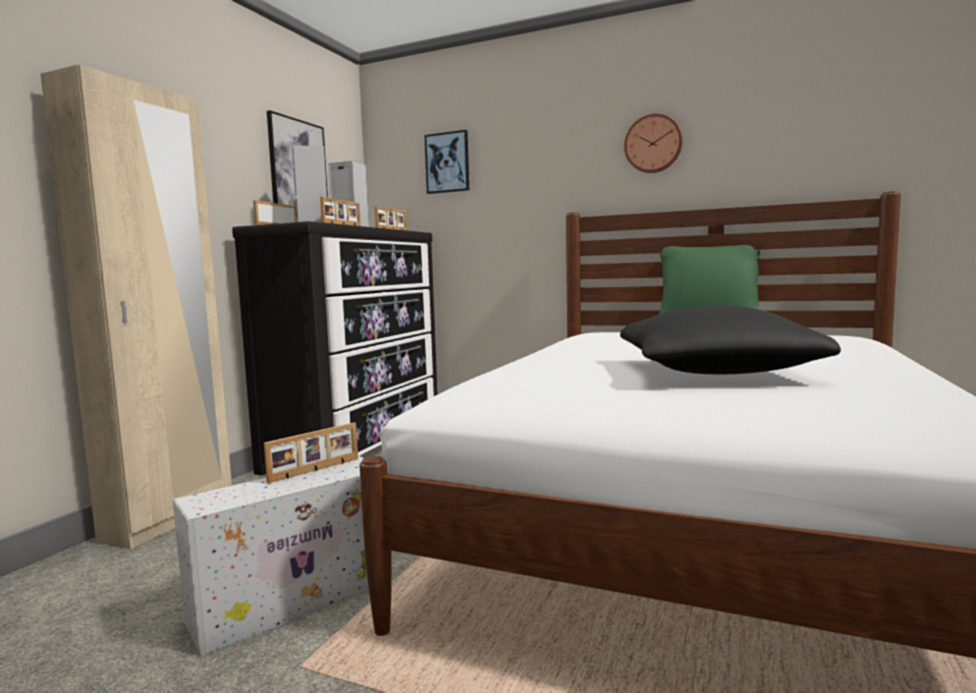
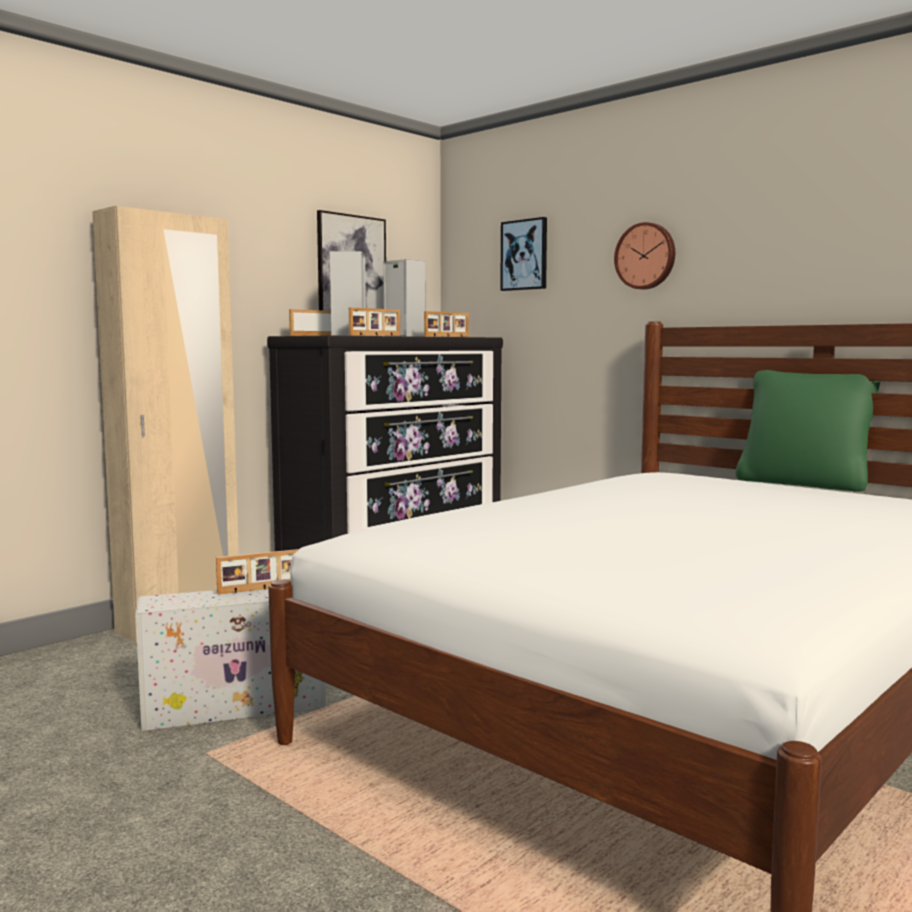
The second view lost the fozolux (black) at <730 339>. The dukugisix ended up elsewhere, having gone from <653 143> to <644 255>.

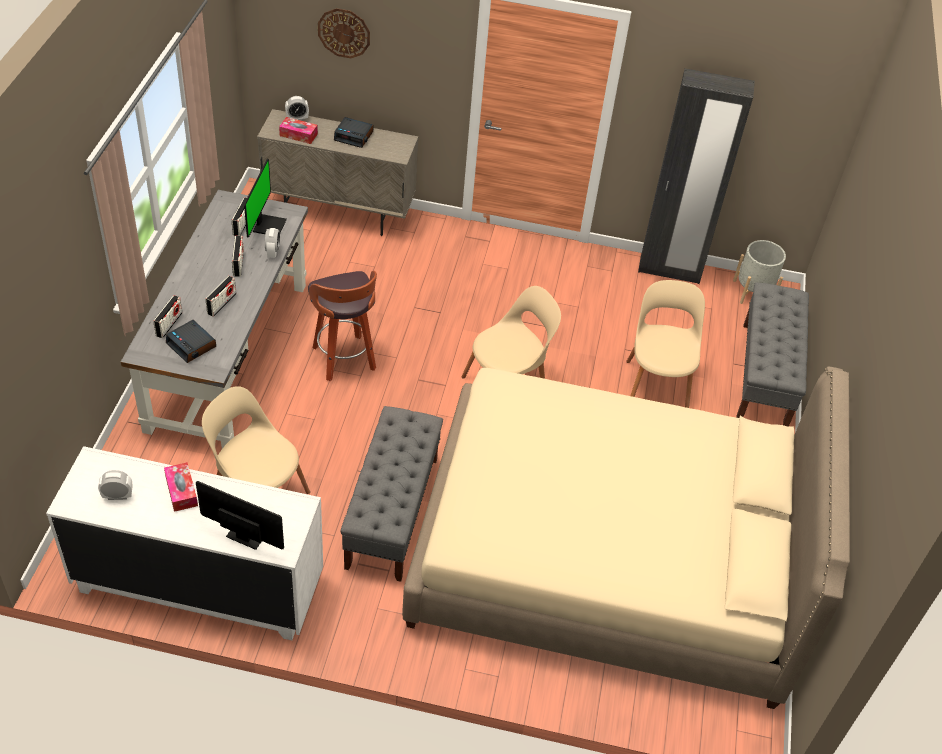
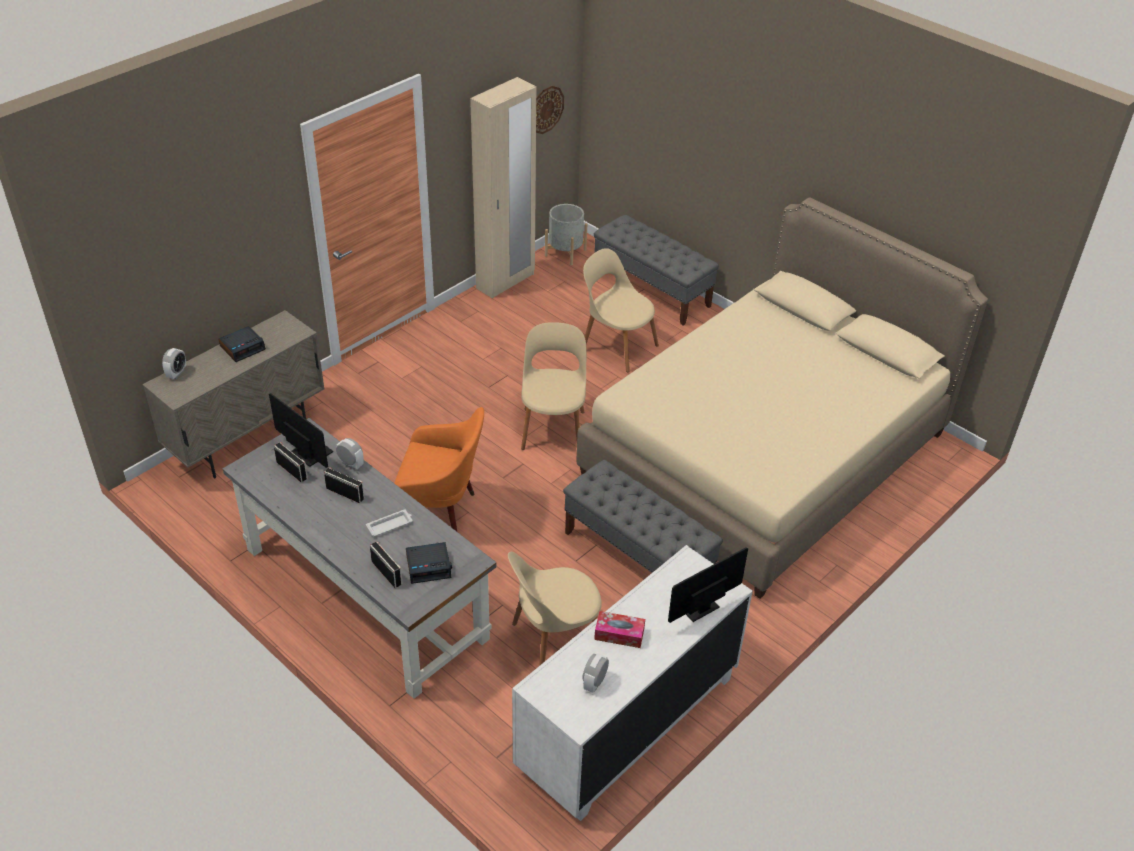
Where the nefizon stood at <221 296>, the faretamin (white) came to stand at <389 523>. The second view lost the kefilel at <298 130>. Where the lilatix stood at <342 326>, the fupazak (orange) came to stand at <439 469>. The dukugisix ended up elsewhere, having gone from <344 33> to <550 110>. What was the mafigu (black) at <696 176> turned into the mafigu (beige) at <503 188>.

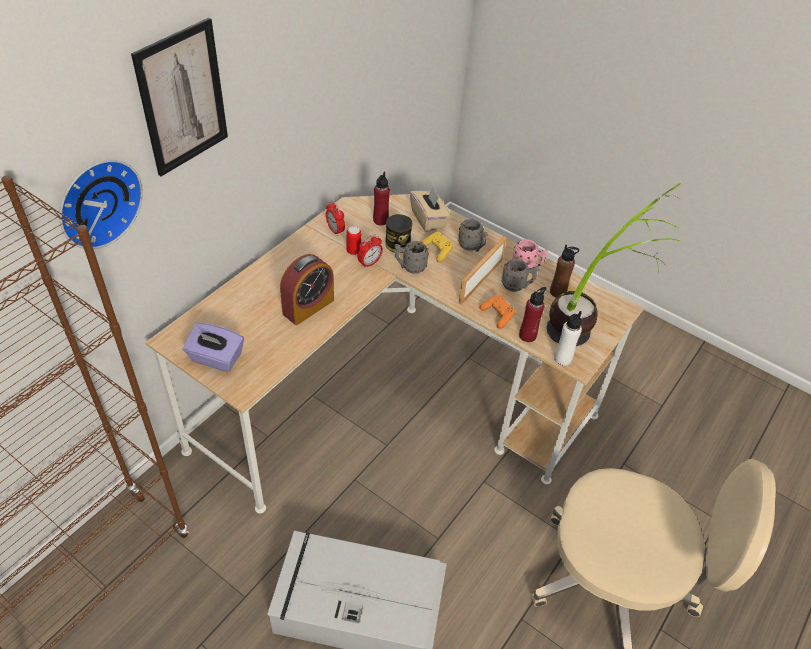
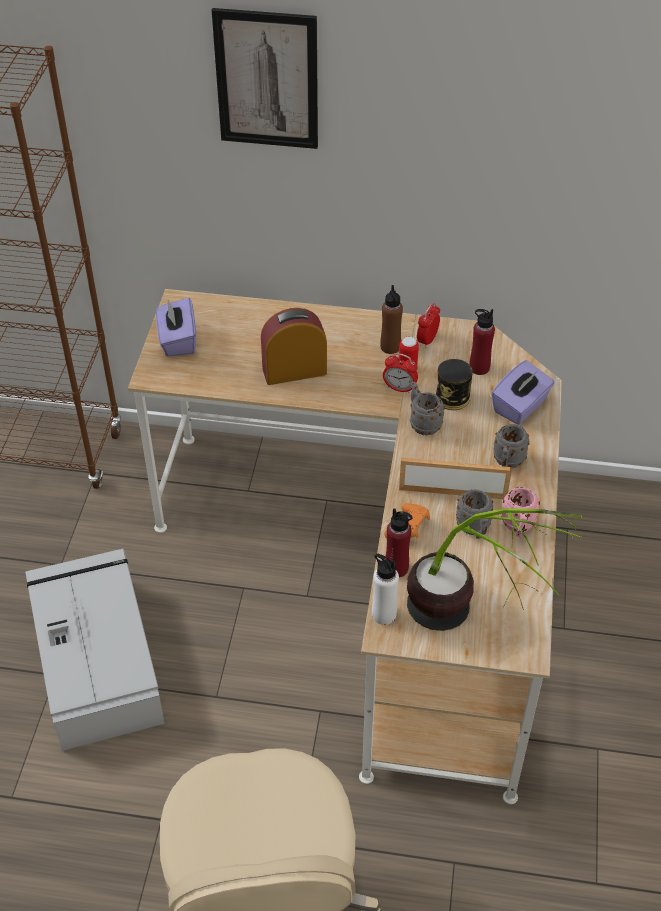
The second view lost the dukugisix at <101 204>. The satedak at <307 289> ended up facing another way, 150 degrees clockwise from before. What was the kefilel (beige) at <430 209> turned into the kefilel (purple) at <523 392>. The second view lost the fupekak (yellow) at <437 247>. The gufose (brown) ended up elsewhere, having gone from <564 271> to <391 319>.

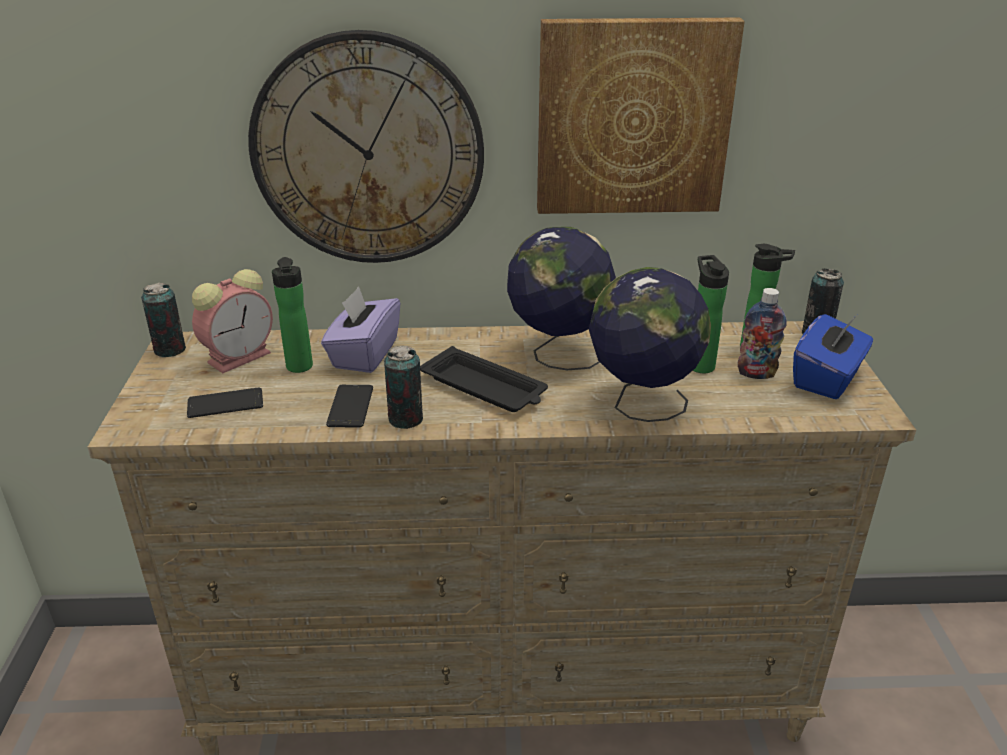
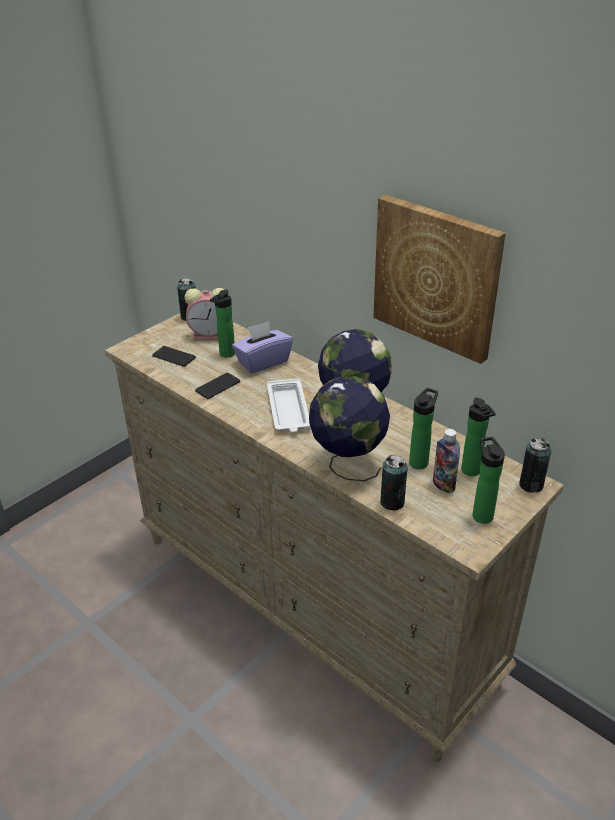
The second view lost the dukugisix at <366 146>. The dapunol ended up elsewhere, having gone from <403 387> to <393 482>. What was the faretamin (black) at <484 379> turned into the faretamin (white) at <288 405>. Where the kefilel (blue) stood at <833 356>, the gufose came to stand at <488 480>.

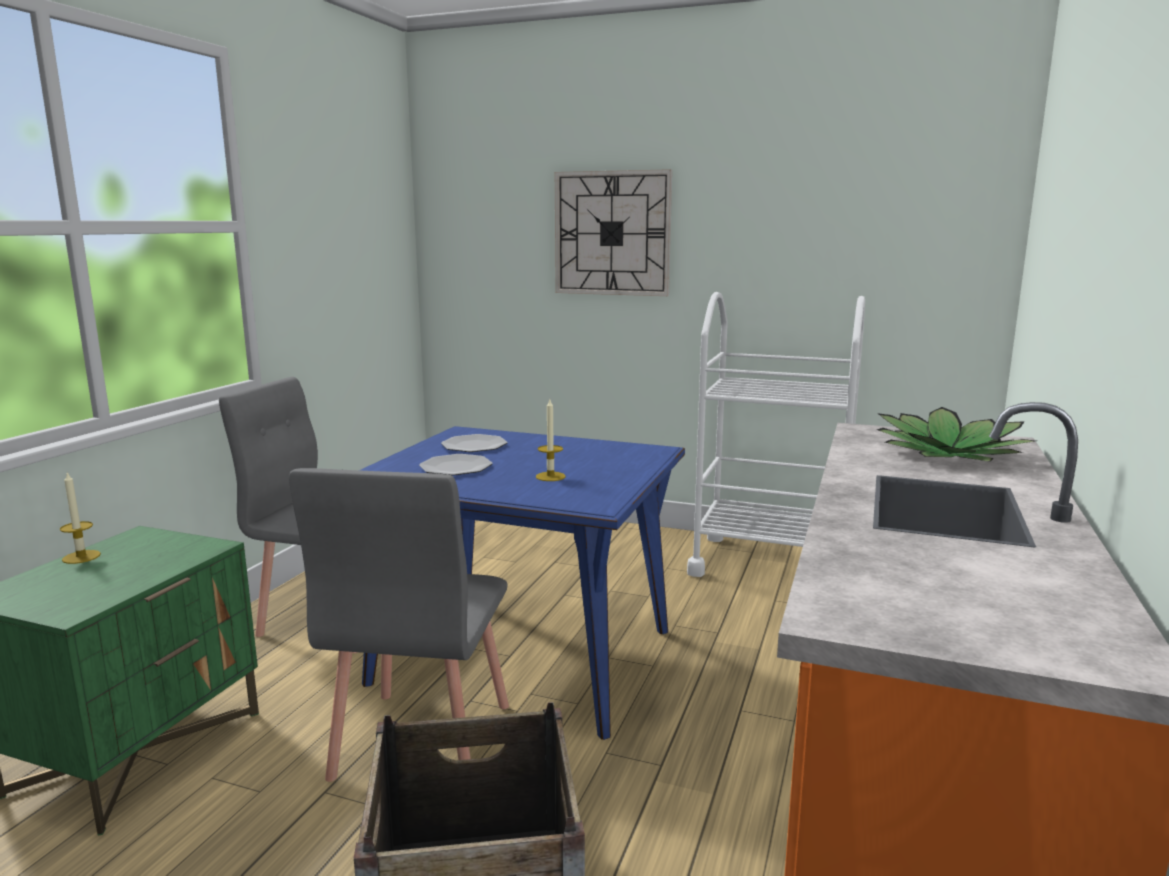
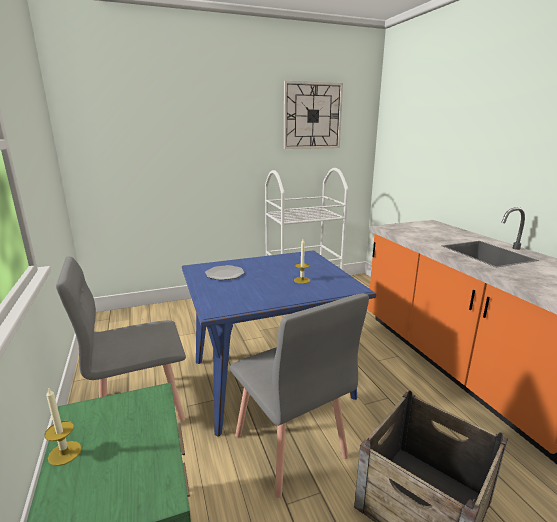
The second view lost the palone at <456 465>. The dukugisix ended up elsewhere, having gone from <613 232> to <313 115>. The second view lost the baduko at <955 434>.

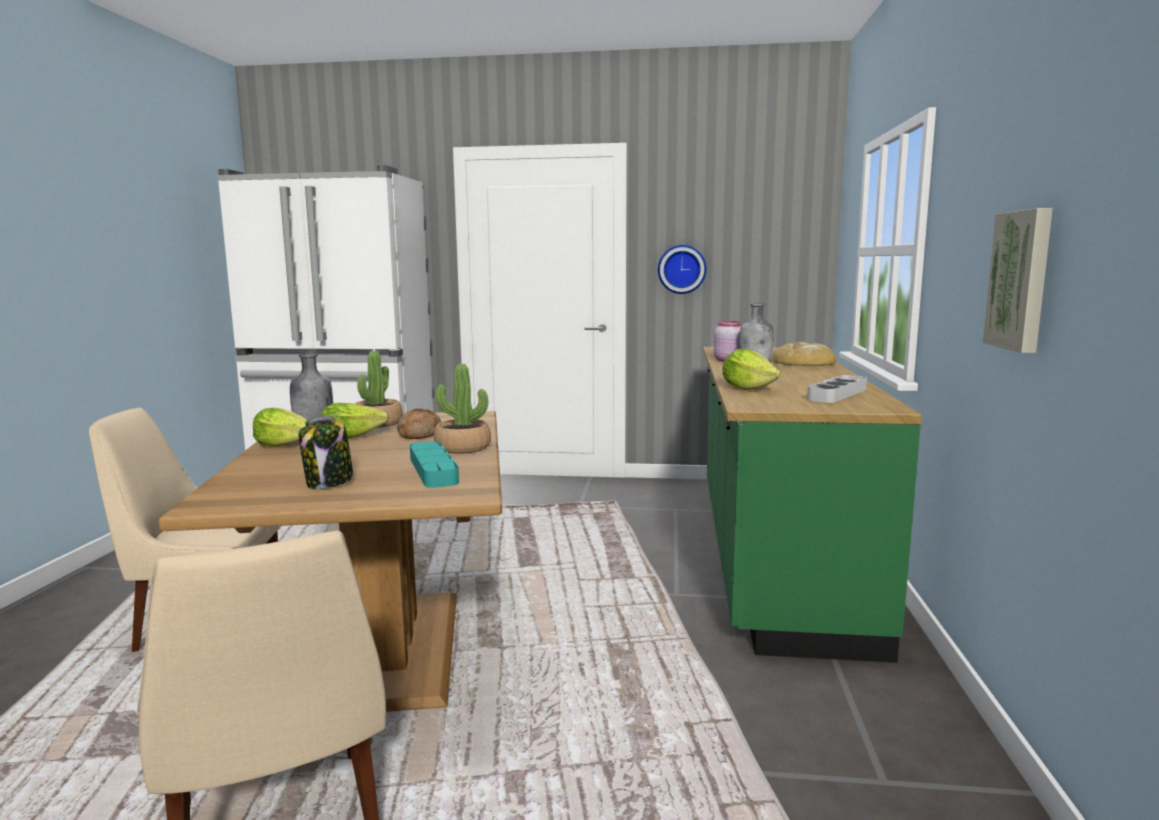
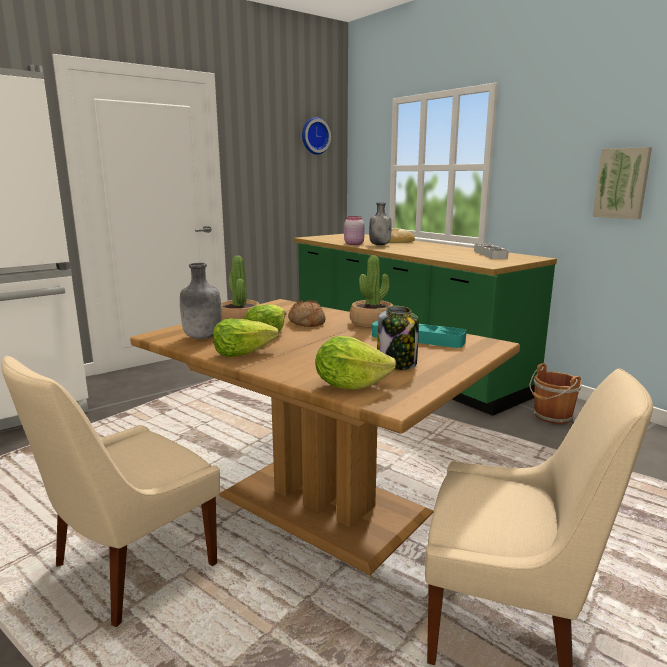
The dukugisix ended up elsewhere, having gone from <682 269> to <316 136>. The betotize ended up elsewhere, having gone from <751 369> to <356 363>. The second view gained the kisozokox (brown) at <555 393>.

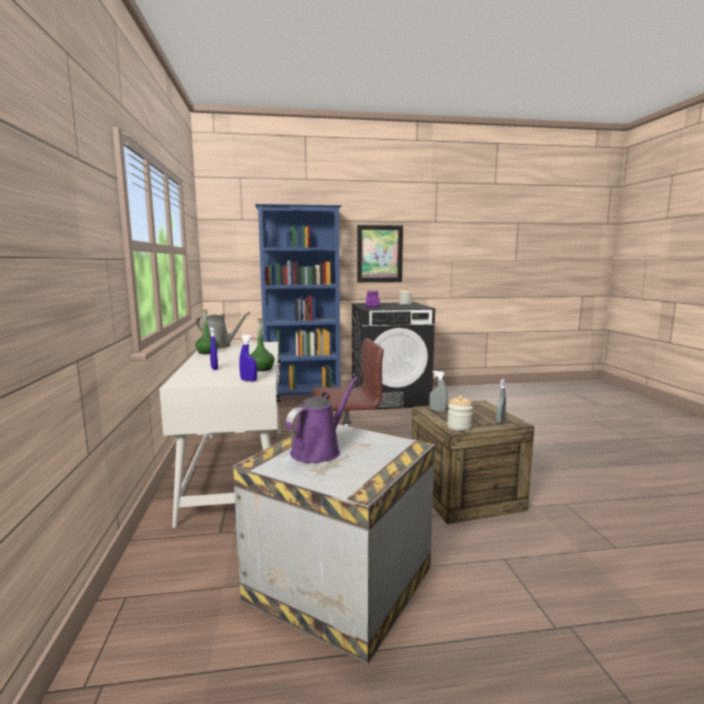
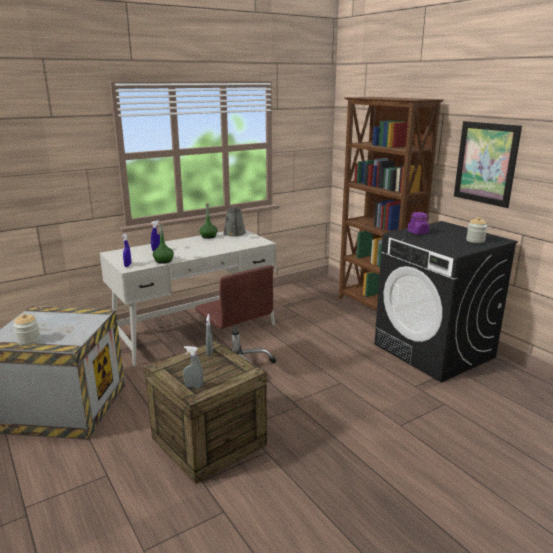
What was the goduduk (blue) at <298 300> turned into the goduduk (brown) at <391 203>. The second view lost the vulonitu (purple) at <322 420>. The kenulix ended up elsewhere, having gone from <460 413> to <26 330>.

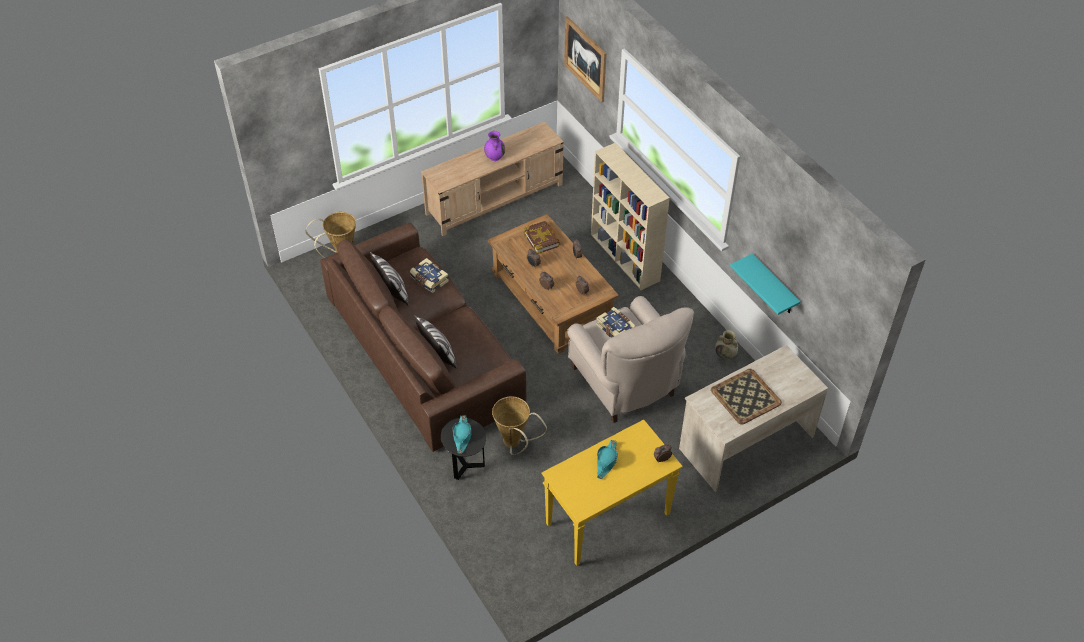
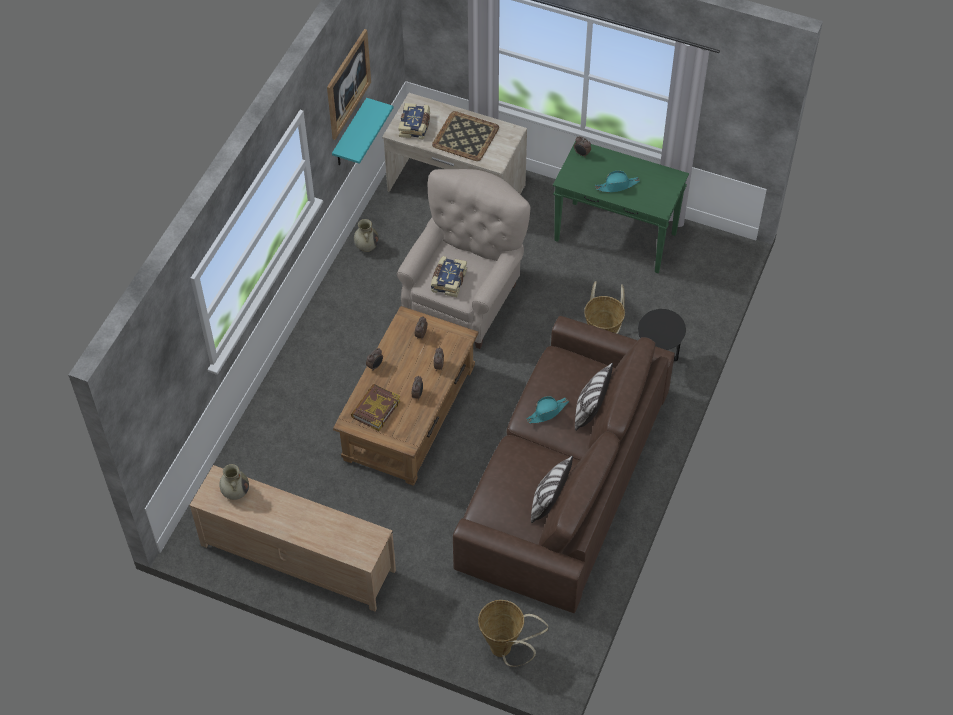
The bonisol ended up elsewhere, having gone from <429 275> to <414 121>. The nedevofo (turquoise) ended up elsewhere, having gone from <462 434> to <547 409>. The second view lost the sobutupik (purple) at <494 146>. What was the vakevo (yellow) at <612 493> turned into the vakevo (green) at <621 207>. The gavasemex ended up elsewhere, having gone from <585 59> to <349 84>. The second view lost the goduduk (beige) at <630 216>. The second view gained the sobutupik (beige) at <234 482>.

